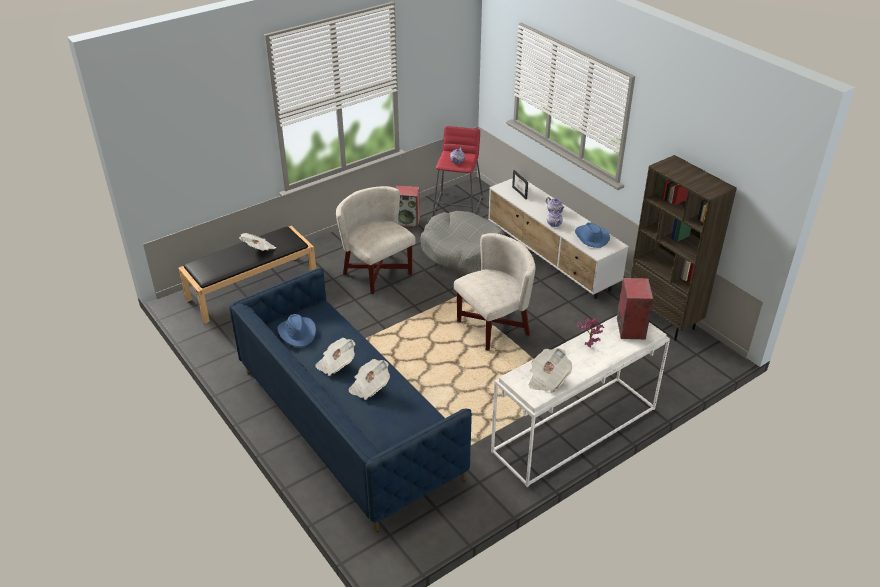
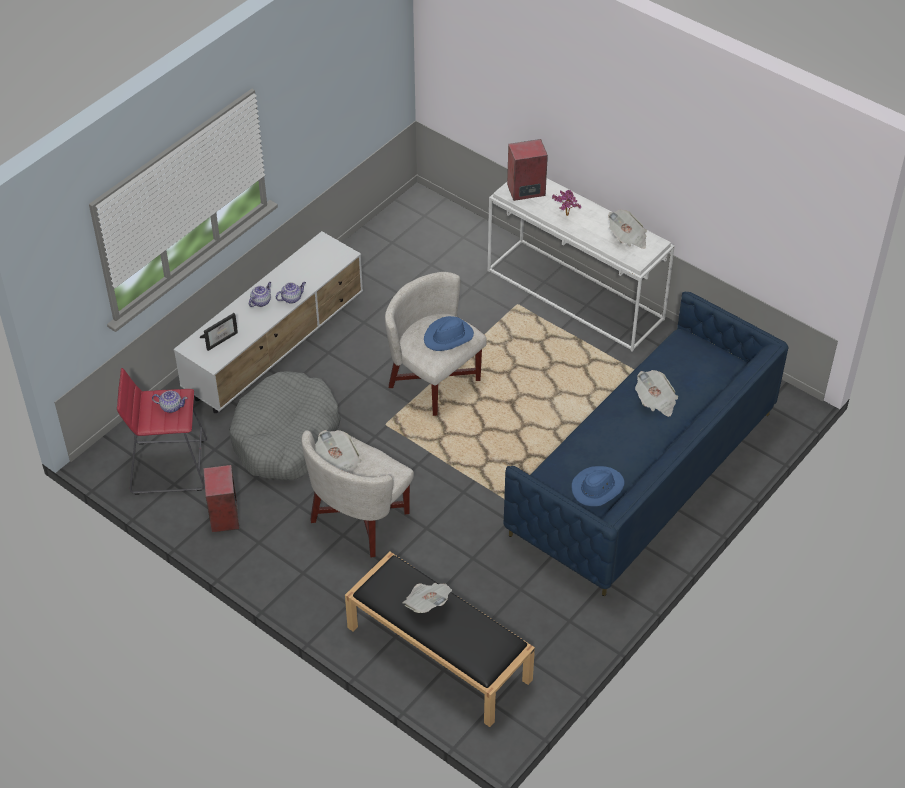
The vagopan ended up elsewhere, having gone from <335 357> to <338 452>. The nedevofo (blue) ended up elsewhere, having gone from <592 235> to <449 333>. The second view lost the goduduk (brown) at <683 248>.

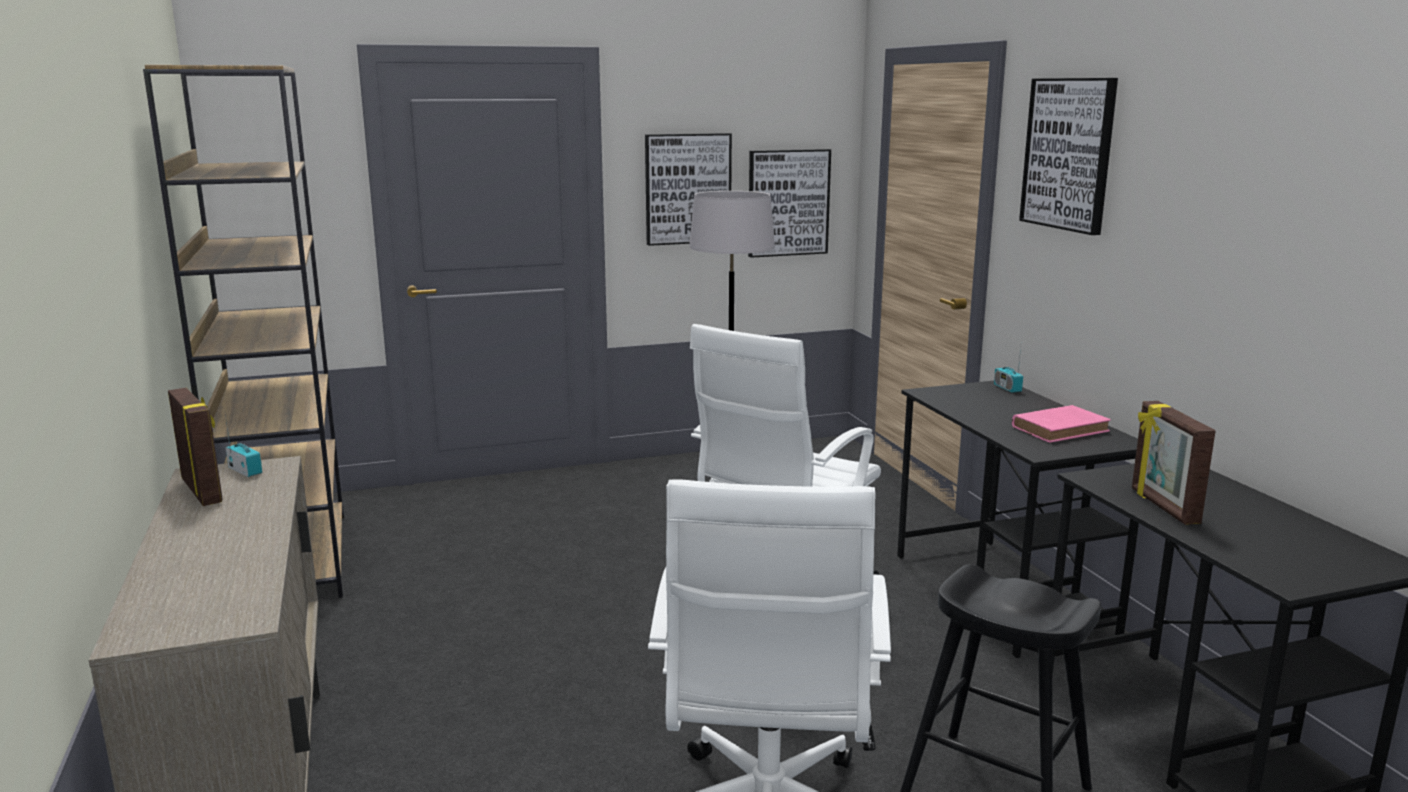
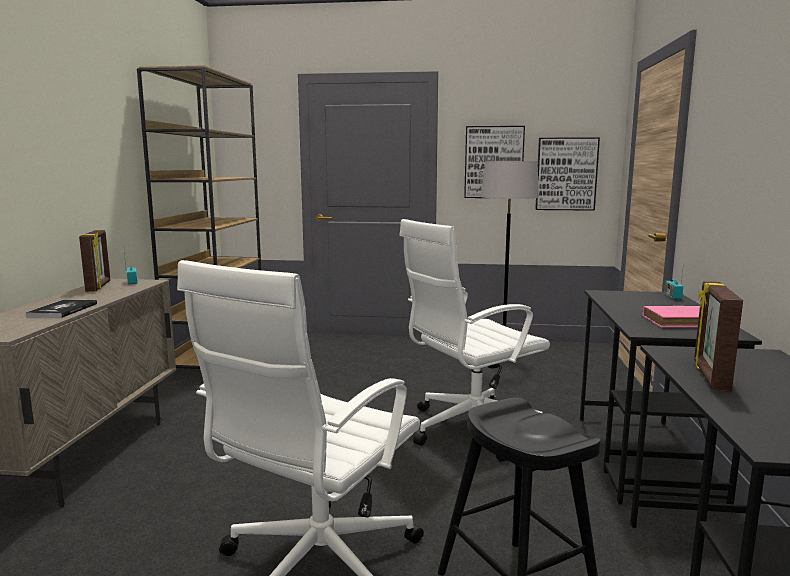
The second view lost the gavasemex at <1068 156>. The second view gained the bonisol at <61 308>.

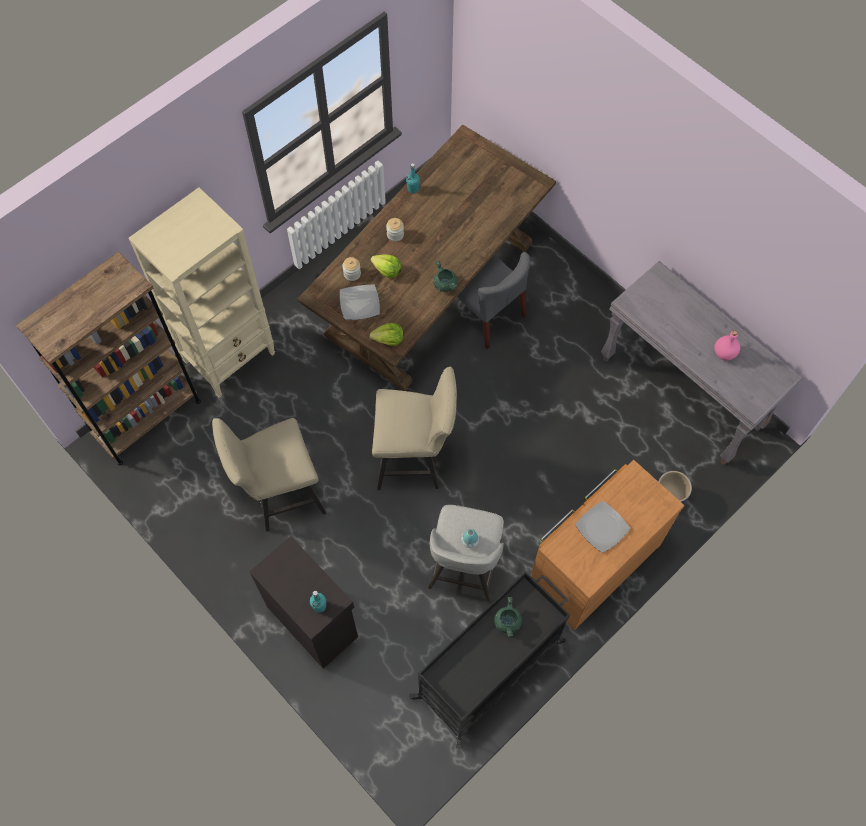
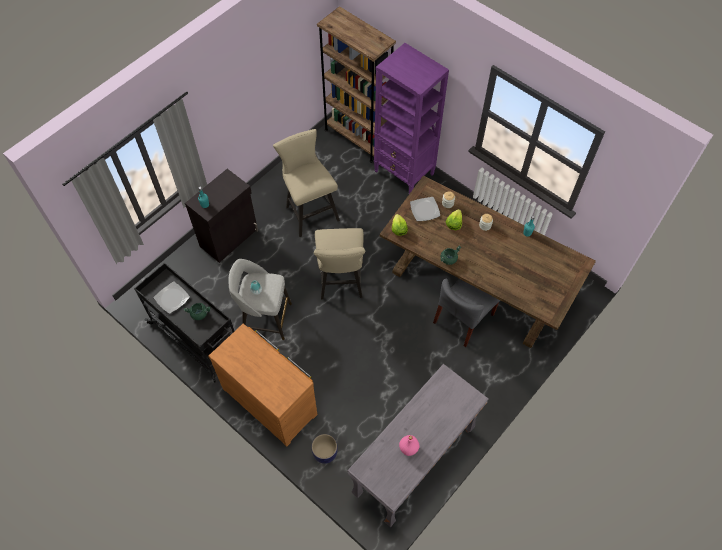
What was the goduduk (beige) at <202 292> turned into the goduduk (purple) at <411 118>. The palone ended up elsewhere, having gone from <602 527> to <171 297>.

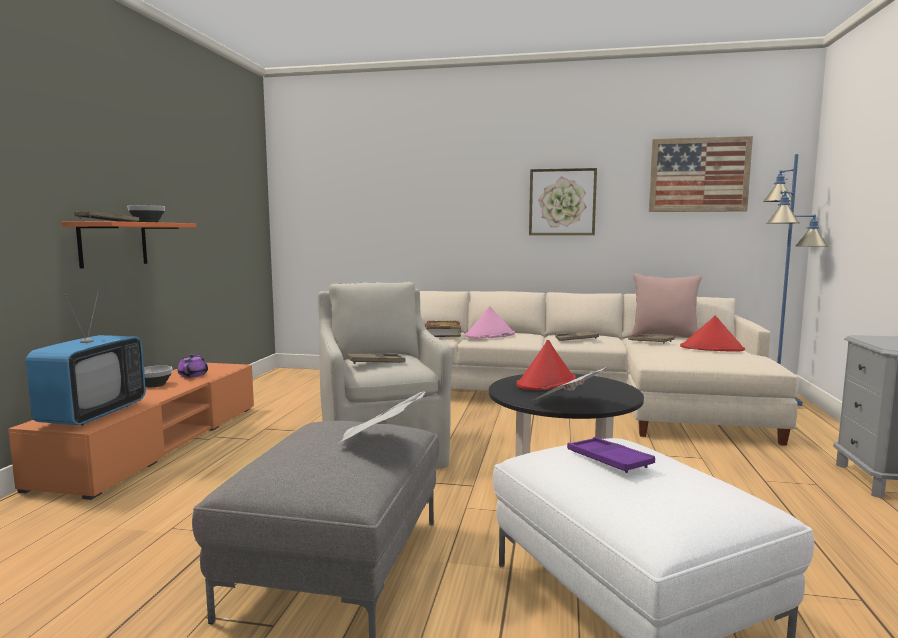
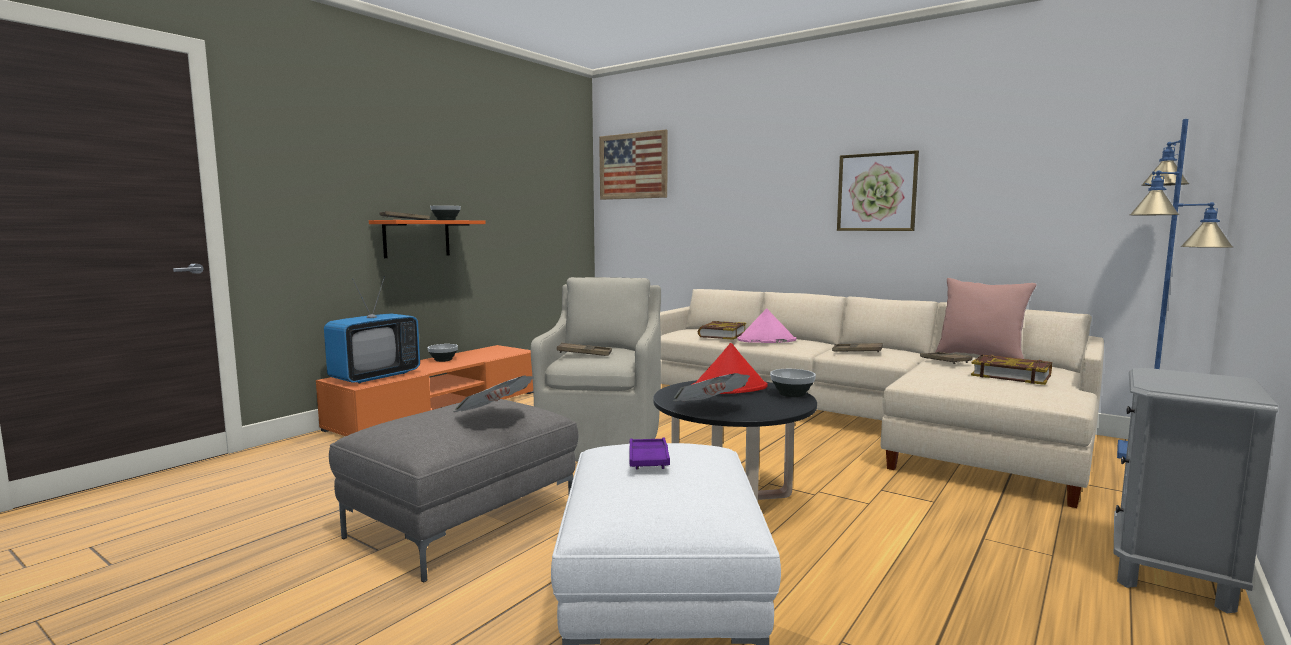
The second view lost the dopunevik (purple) at <192 366>. The gavasemex ended up elsewhere, having gone from <701 174> to <633 164>. Where the nedevofo (red) stood at <712 334>, the bonisol came to stand at <1011 370>. The second view gained the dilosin at <793 383>.

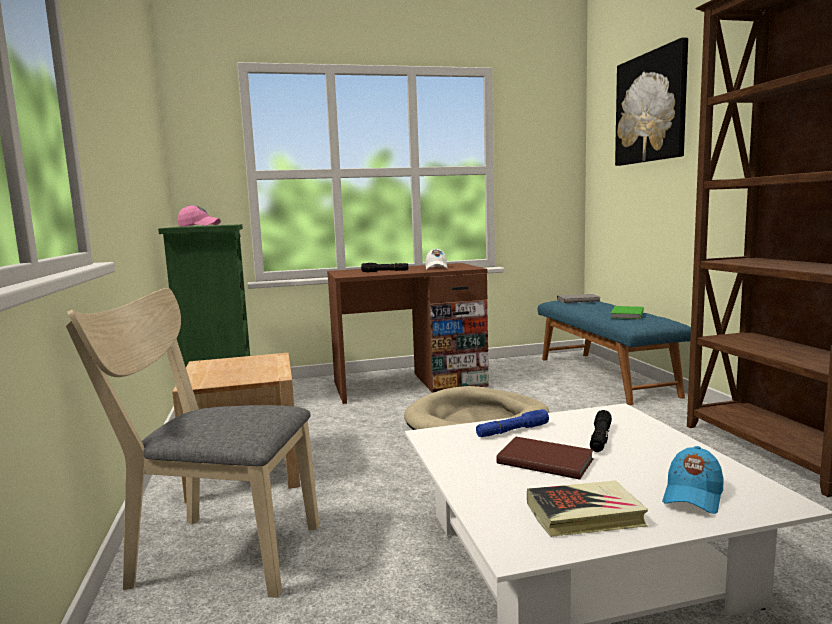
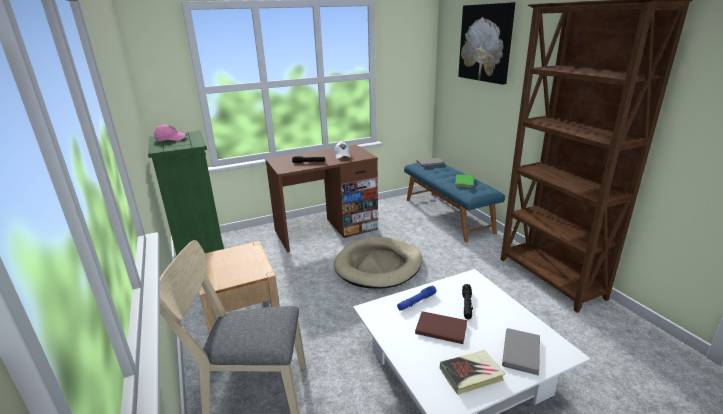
Where the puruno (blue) stood at <693 480>, the bonisol (grey) came to stand at <521 352>.

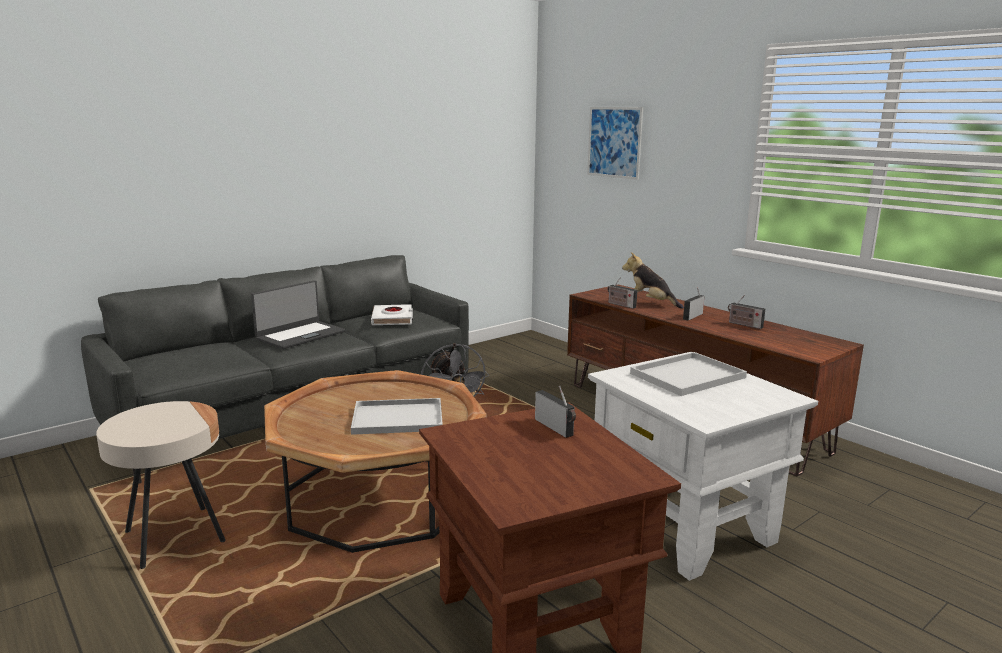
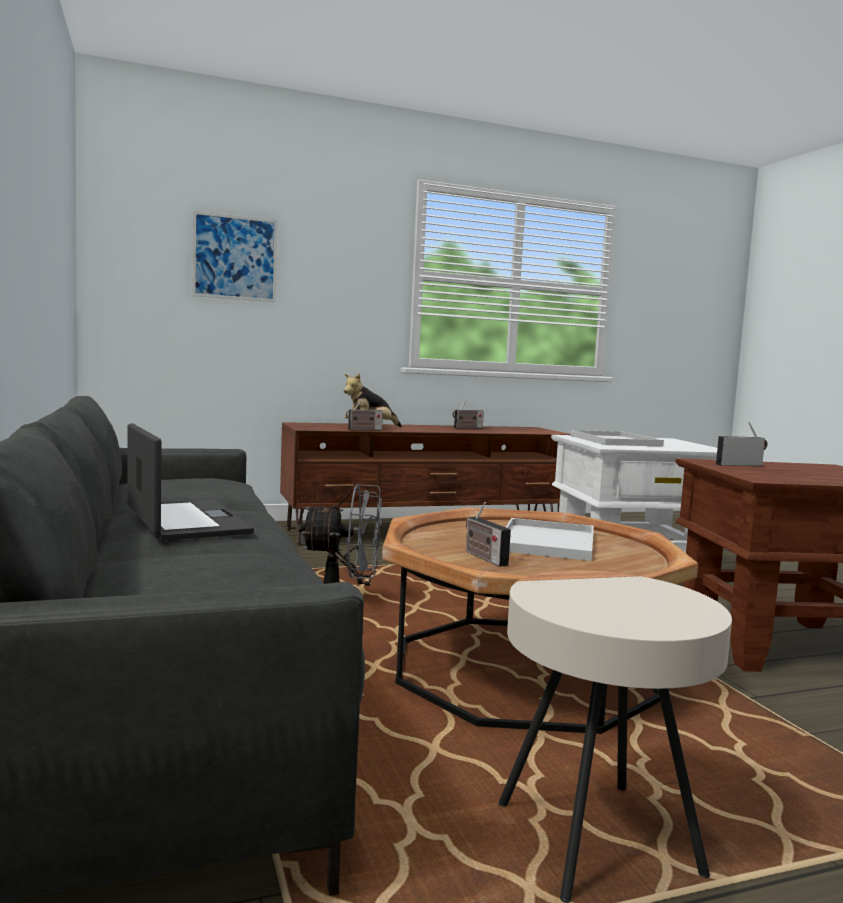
The second view lost the bonisol (white) at <392 314>. The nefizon ended up elsewhere, having gone from <693 303> to <488 534>.

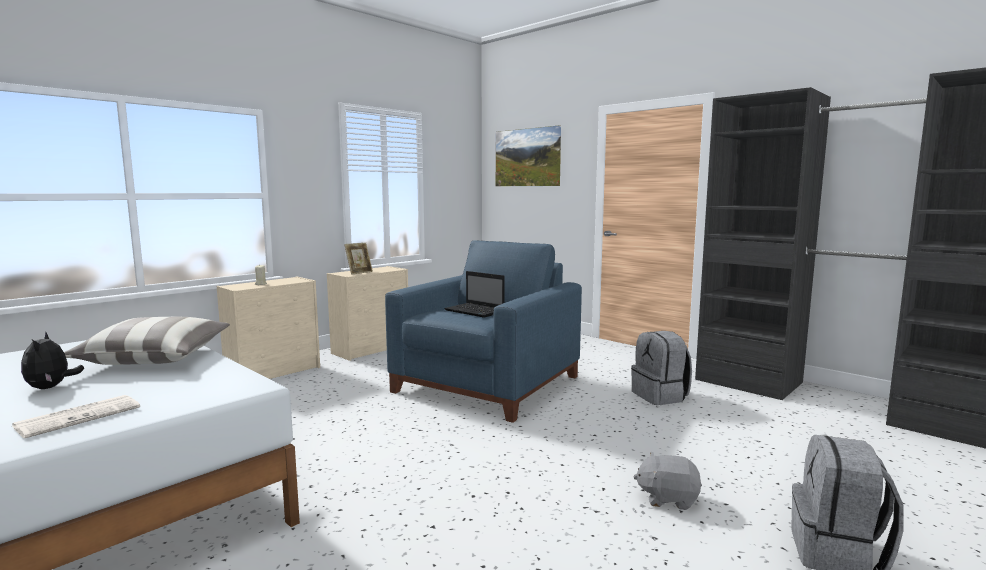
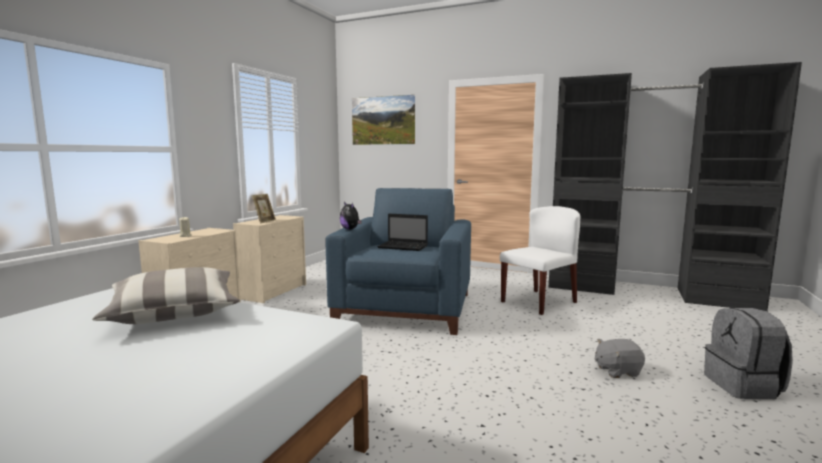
The second view lost the vagopan at <76 417>. The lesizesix ended up elsewhere, having gone from <52 360> to <351 216>. Where the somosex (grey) stood at <661 368>, the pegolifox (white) came to stand at <540 260>.

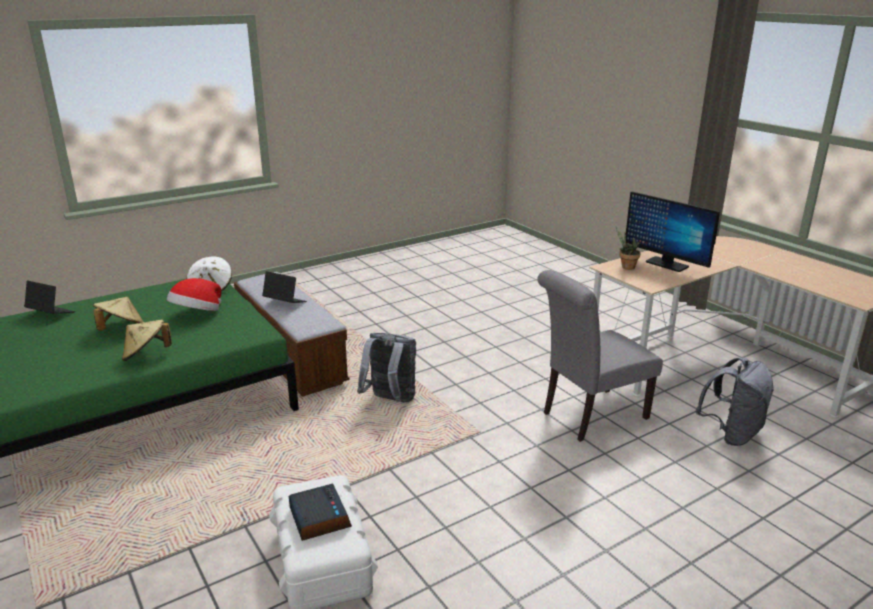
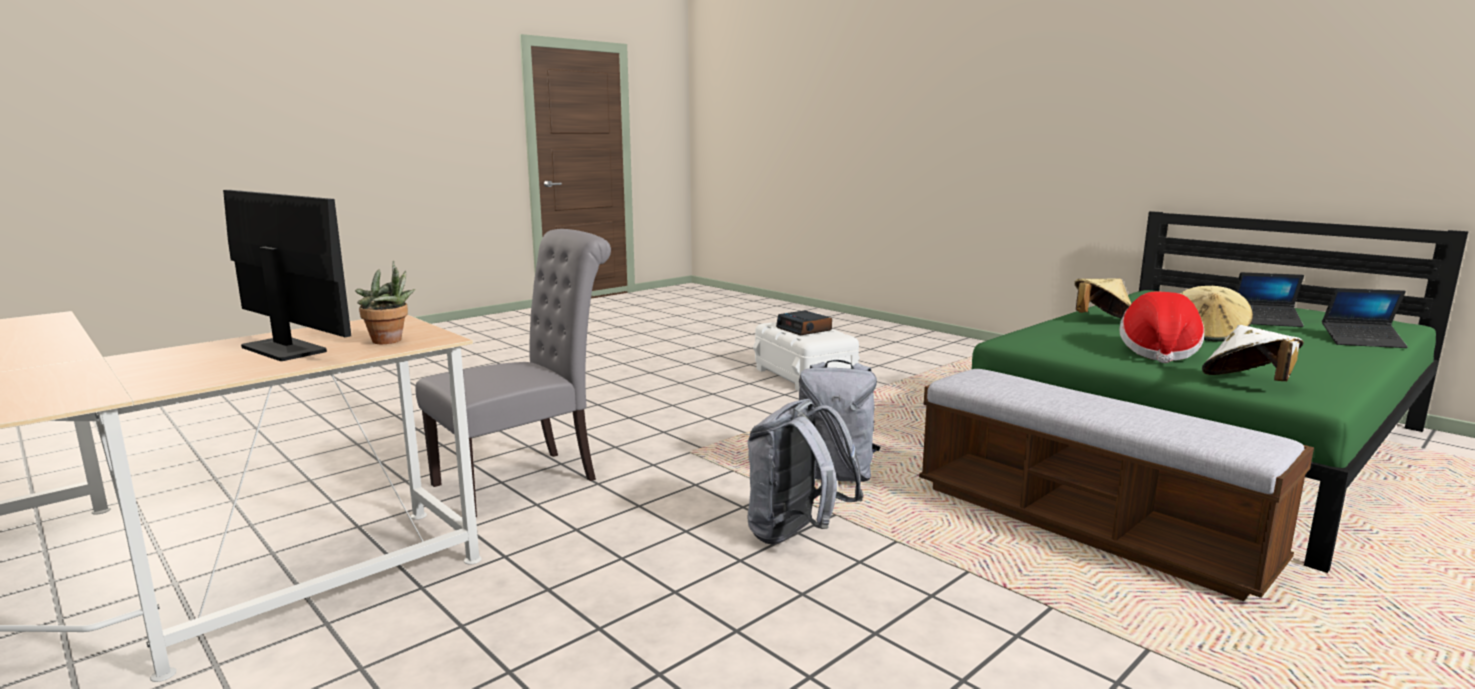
The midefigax ended up elsewhere, having gone from <284 287> to <1269 299>. The somosex (grey) ended up elsewhere, having gone from <735 401> to <806 471>.

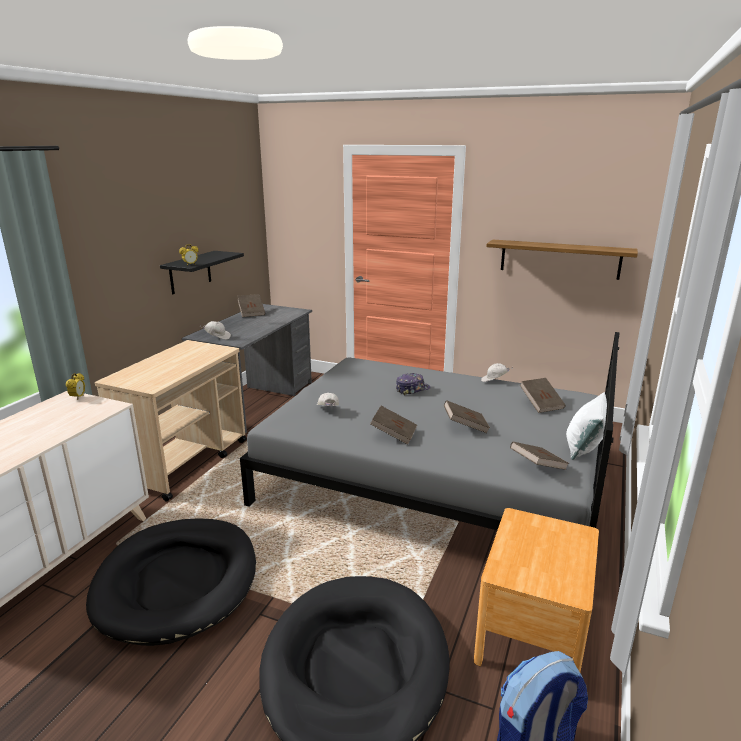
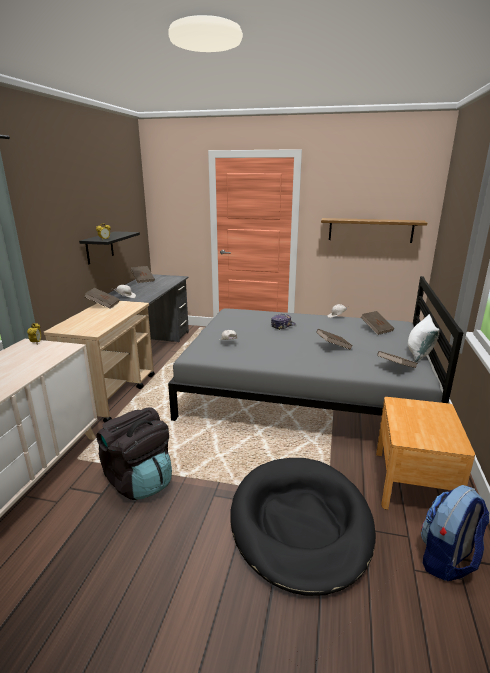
Where the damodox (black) stood at <171 582>, the somosex (black) came to stand at <134 453>. The bonisol (brown) ended up elsewhere, having gone from <393 425> to <102 298>.

